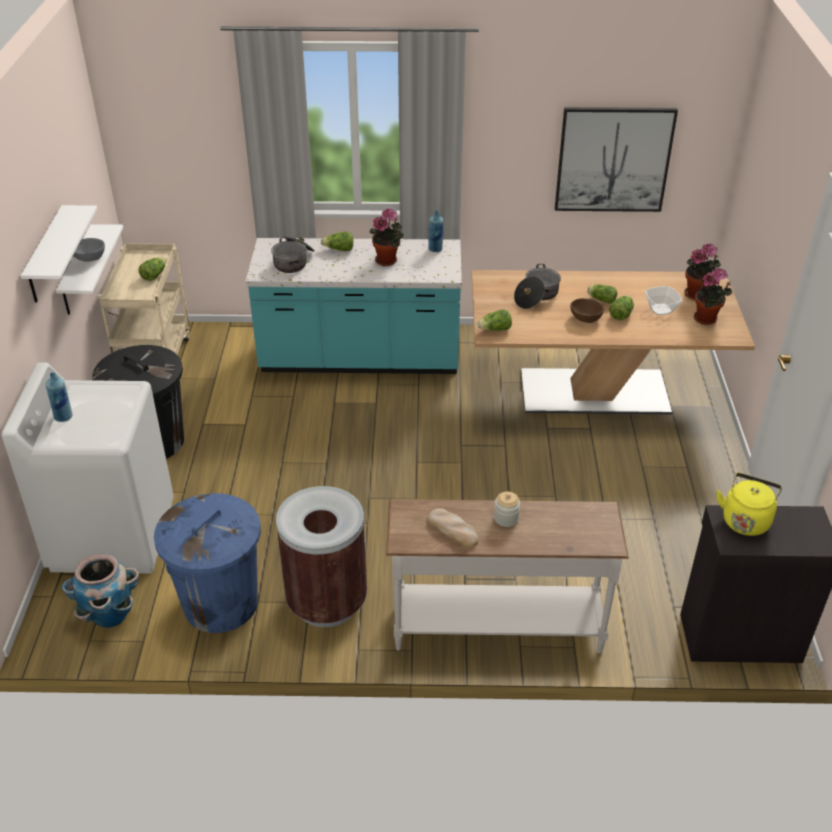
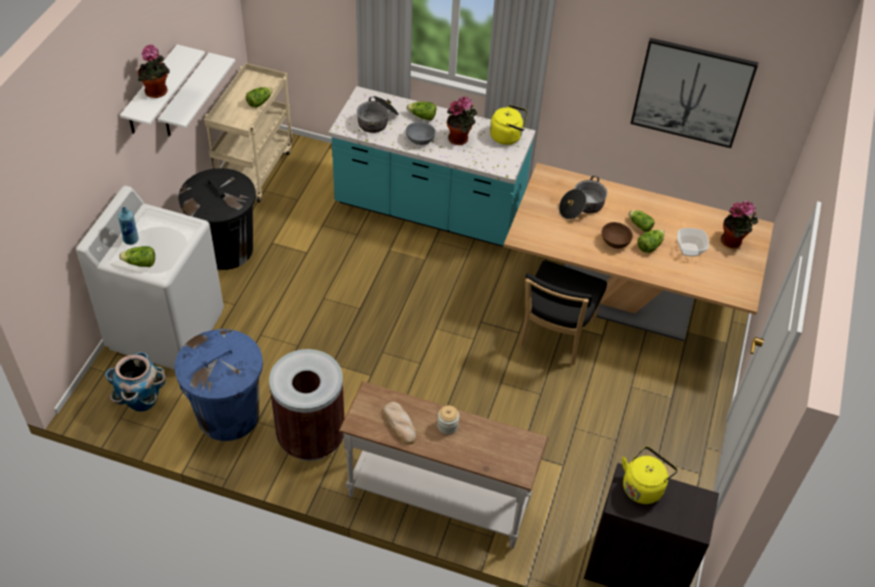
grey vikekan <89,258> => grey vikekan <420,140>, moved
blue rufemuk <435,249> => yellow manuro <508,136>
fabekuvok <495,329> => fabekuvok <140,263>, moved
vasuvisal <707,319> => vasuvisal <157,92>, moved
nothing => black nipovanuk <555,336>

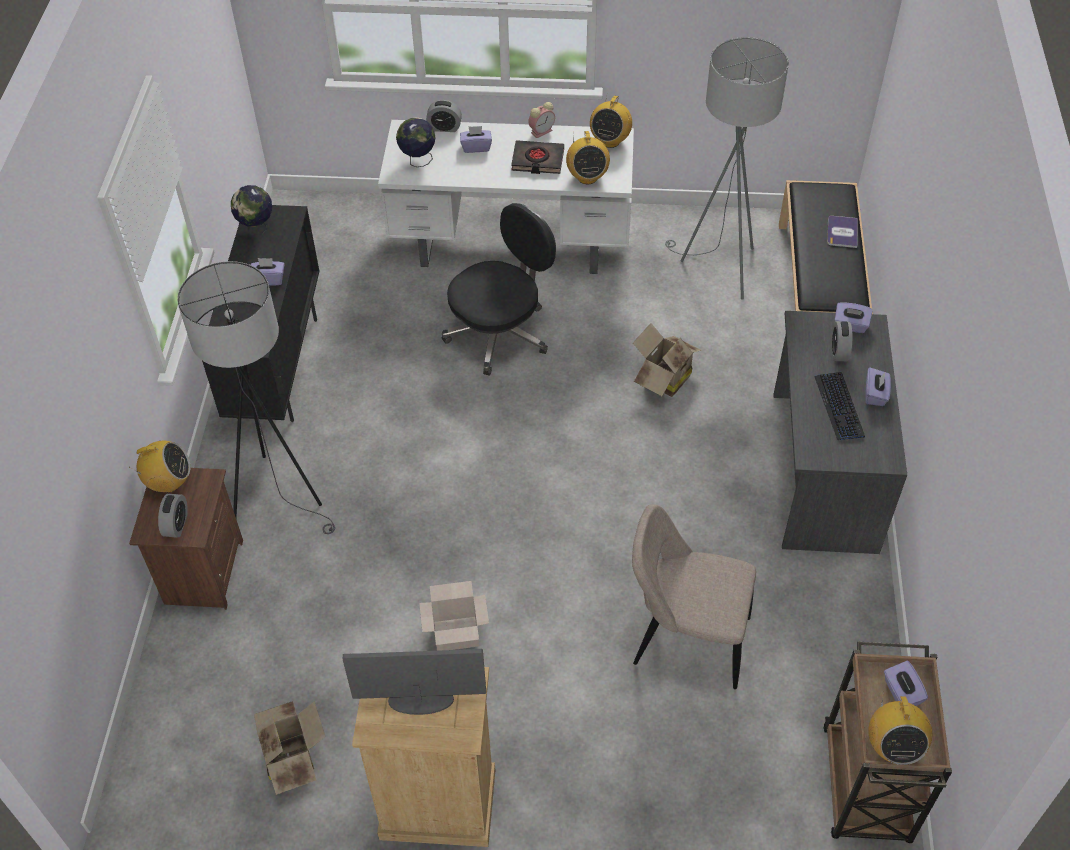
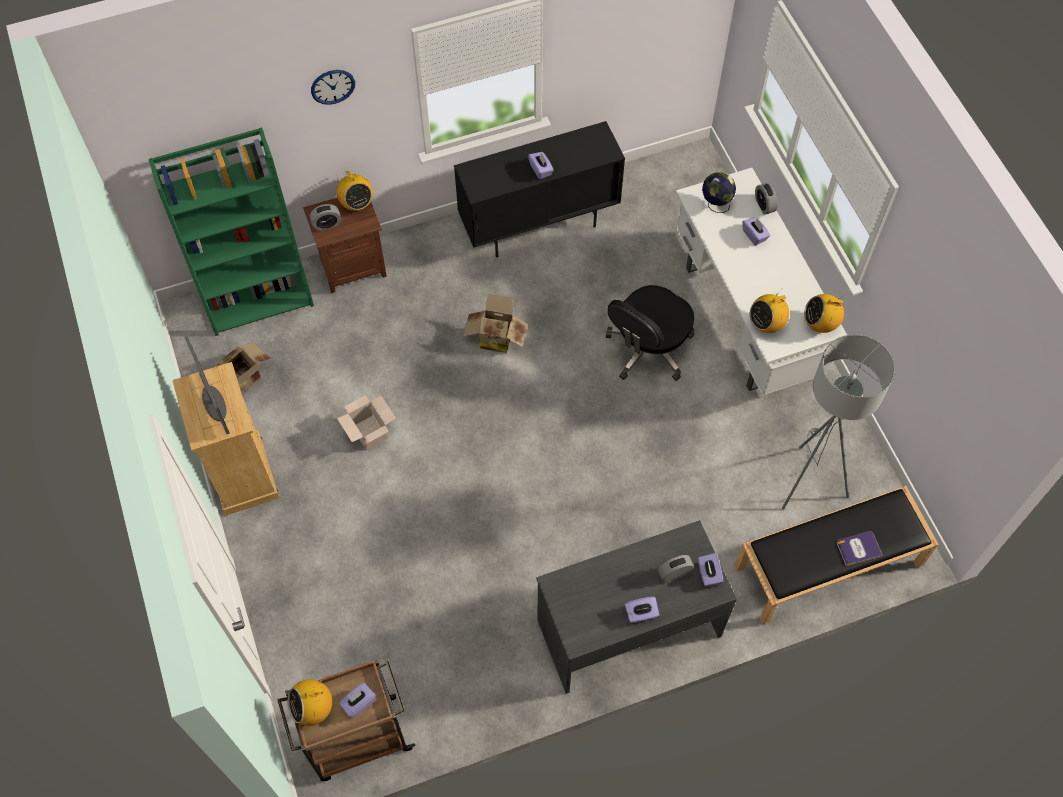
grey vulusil <280,495> => nothing
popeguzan <257,229> => nothing
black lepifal <500,333> => black lepifal <648,349>, 105 degrees clockwise
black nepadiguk <537,160> => nothing
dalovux <542,131> => nothing
beige nipovanuk <685,640> => nothing
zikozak <662,379> => zikozak <496,337>, moved
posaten <839,407> => nothing
nothing => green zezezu <259,298>
nothing => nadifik <332,86>

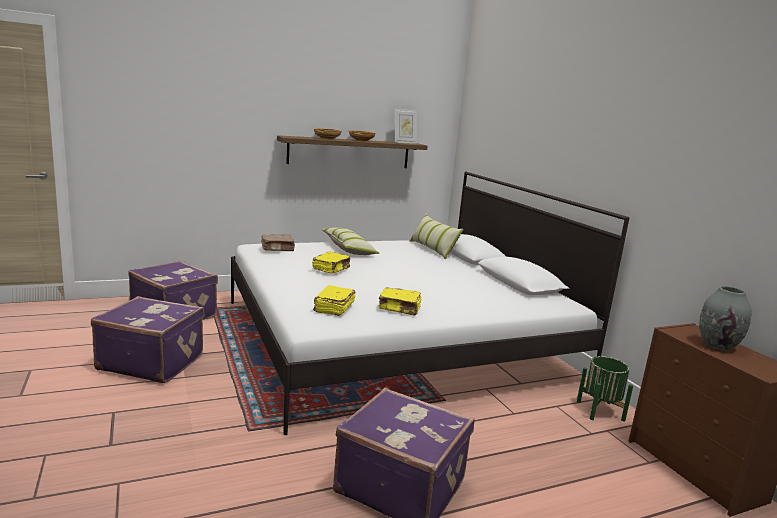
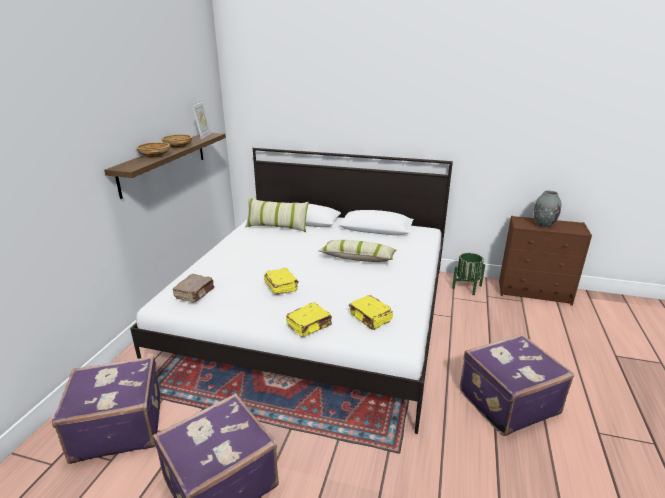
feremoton <348,249> => feremoton <357,258>, moved
yellow nepadiguk <400,309> => yellow nepadiguk <309,326>, moved

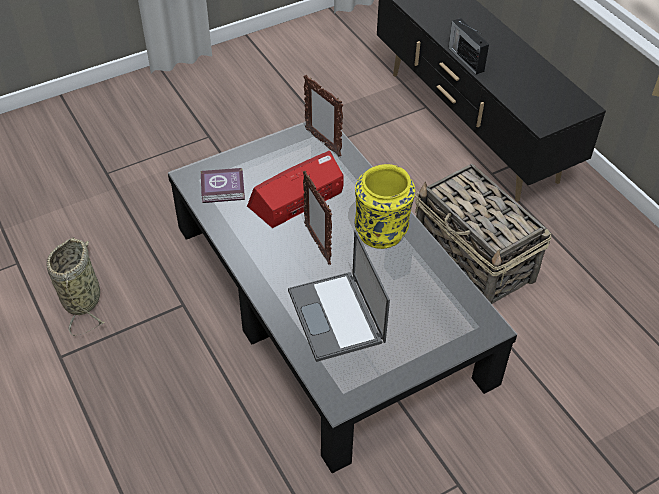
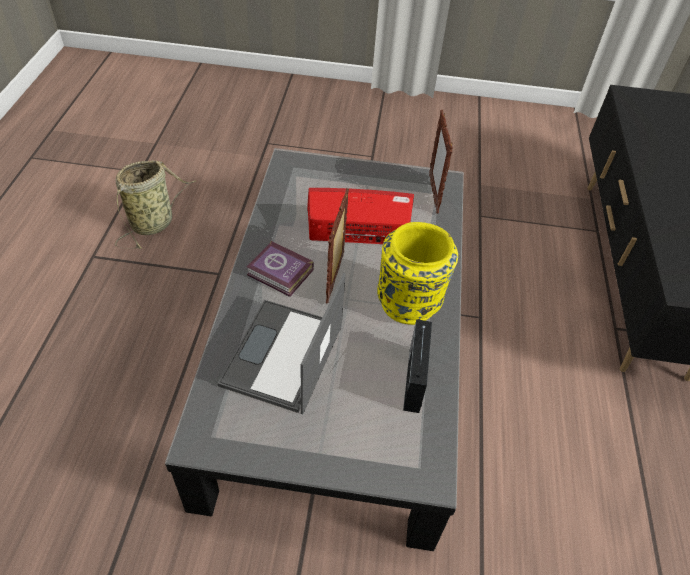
nepadiguk <224,189> => nepadiguk <281,274>, moved
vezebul <474,261> => nothing
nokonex <465,59> => nokonex <414,378>, moved

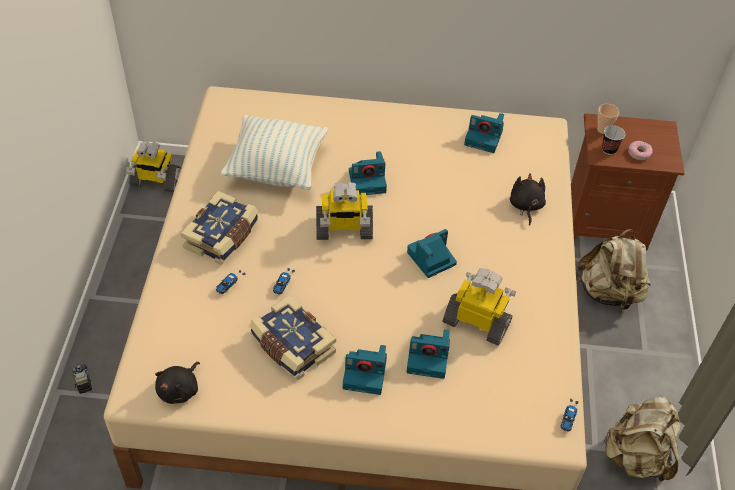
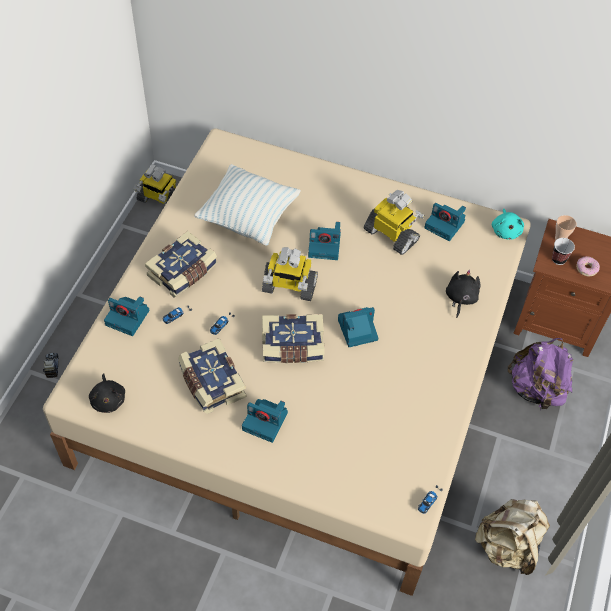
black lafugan <180,389> => black lafugan <108,399>, 60 degrees counterclockwise
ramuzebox <429,358> => ramuzebox <128,317>, moved
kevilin <477,322> => kevilin <392,235>, moved
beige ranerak <608,292> => purple ranerak <536,389>
nothing => nepadiguk <292,347>
nothing => turquoise lafugan <506,231>

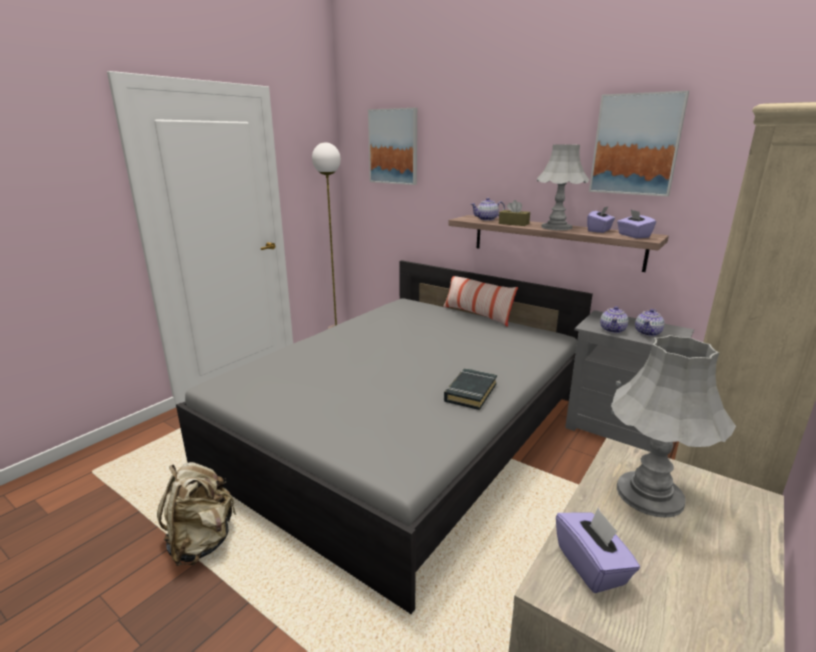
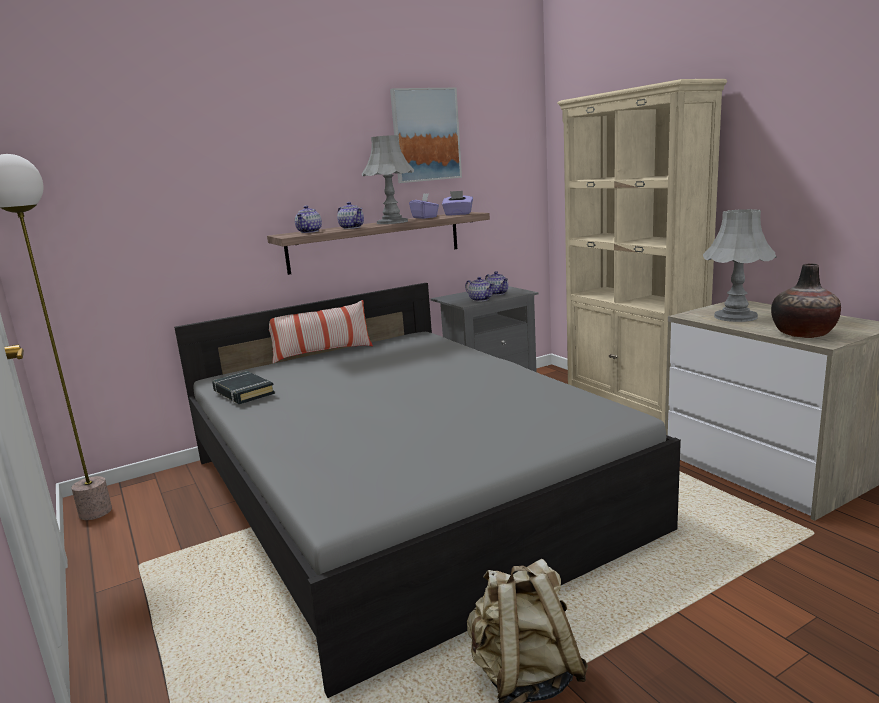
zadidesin <393,146> => nothing
black nepadiguk <470,392> => black nepadiguk <243,392>, moved
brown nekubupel <513,224> => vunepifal <351,227>
purple nekubupel <591,565> => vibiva <803,334>

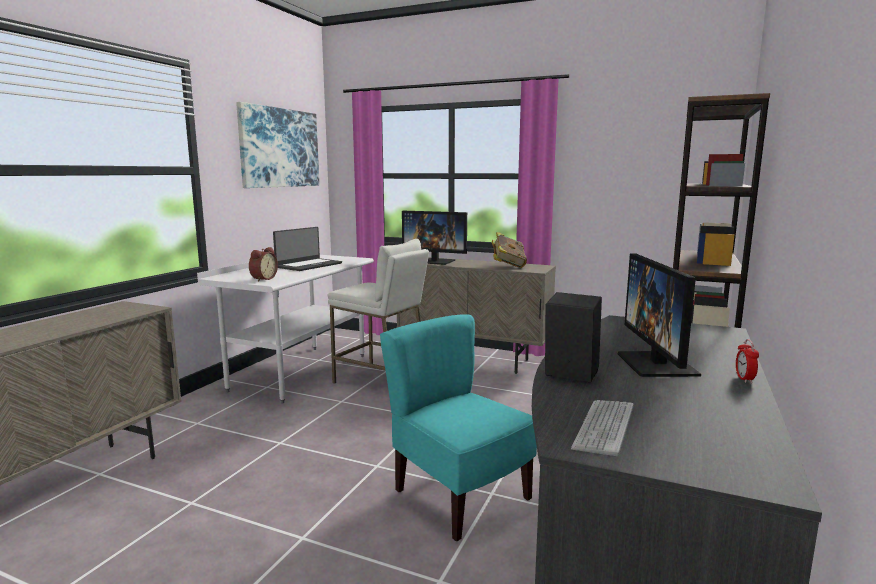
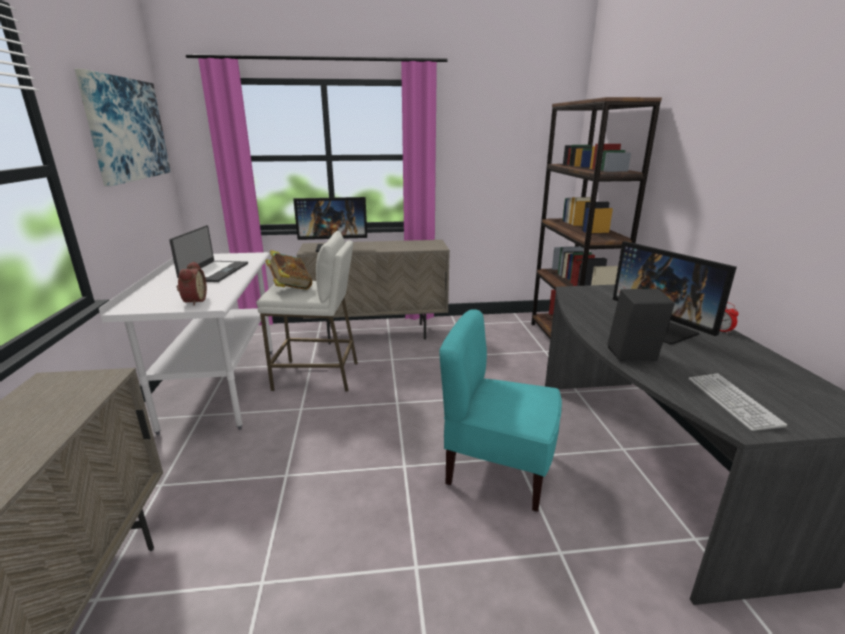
nepadiguk <508,266> => nepadiguk <290,287>, moved

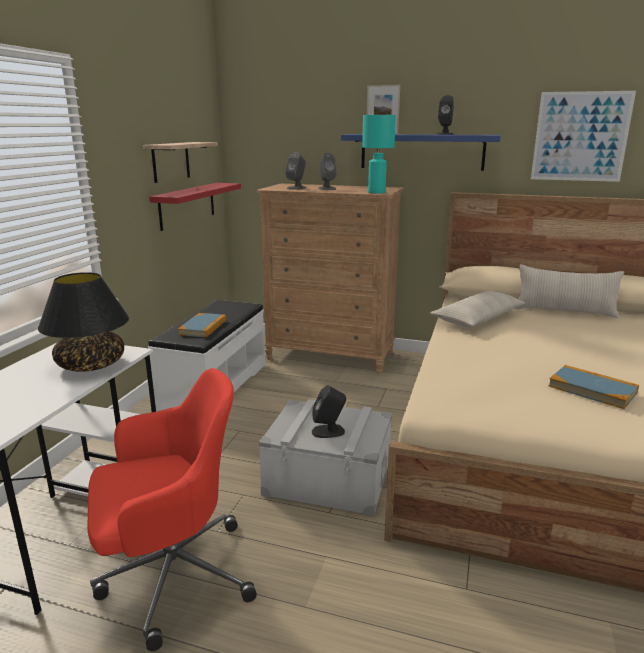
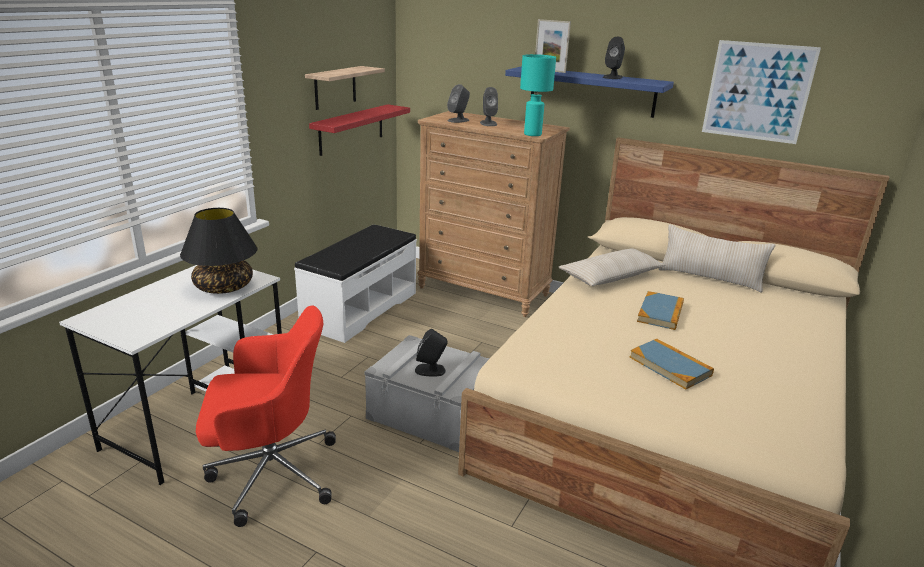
nepadiguk <203,327> => nepadiguk <660,313>, moved

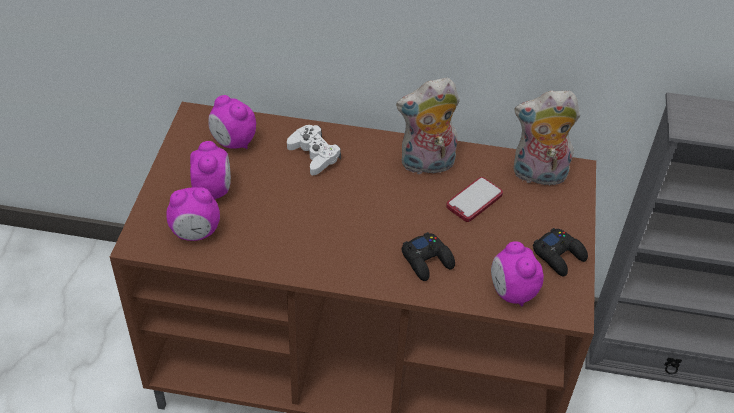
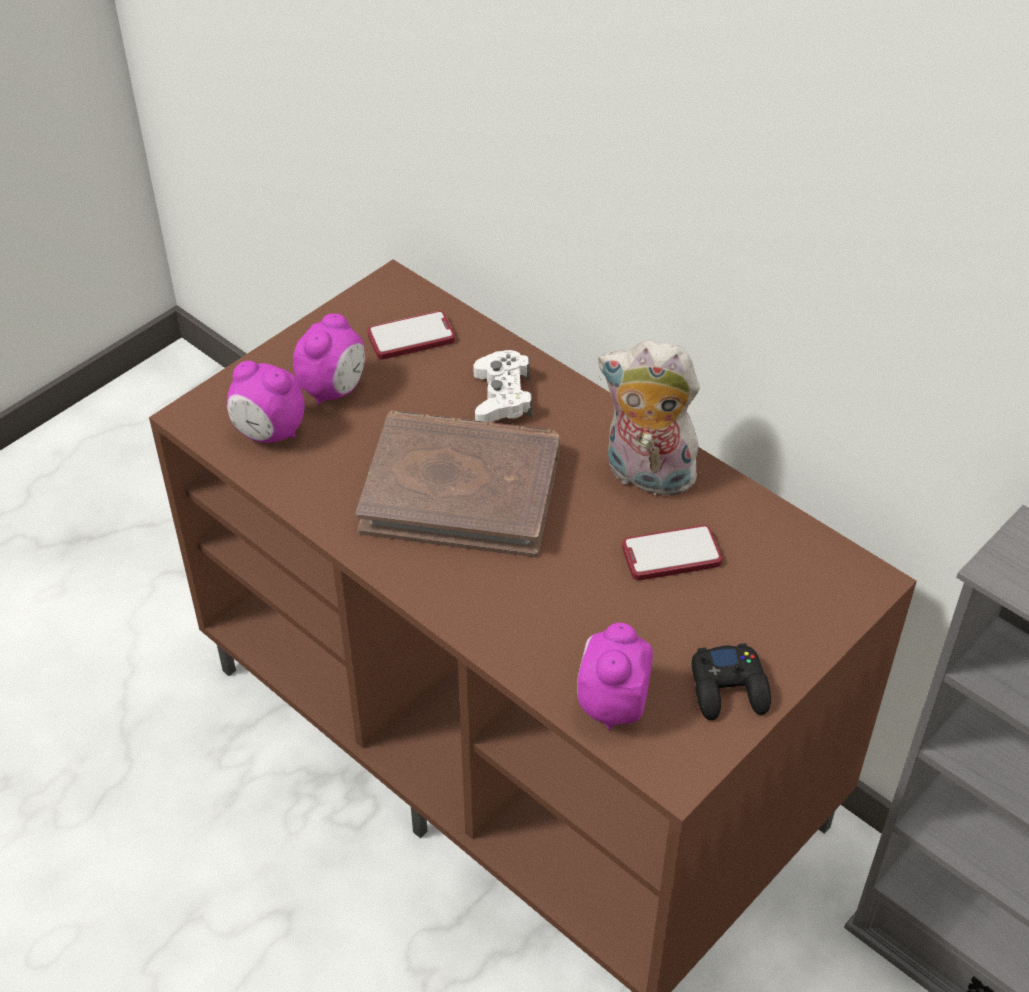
dalovux <233,142> => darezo <411,338>
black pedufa <427,260> => nothing
lafugan <538,175> => nothing
nothing => brown nepadiguk <461,489>

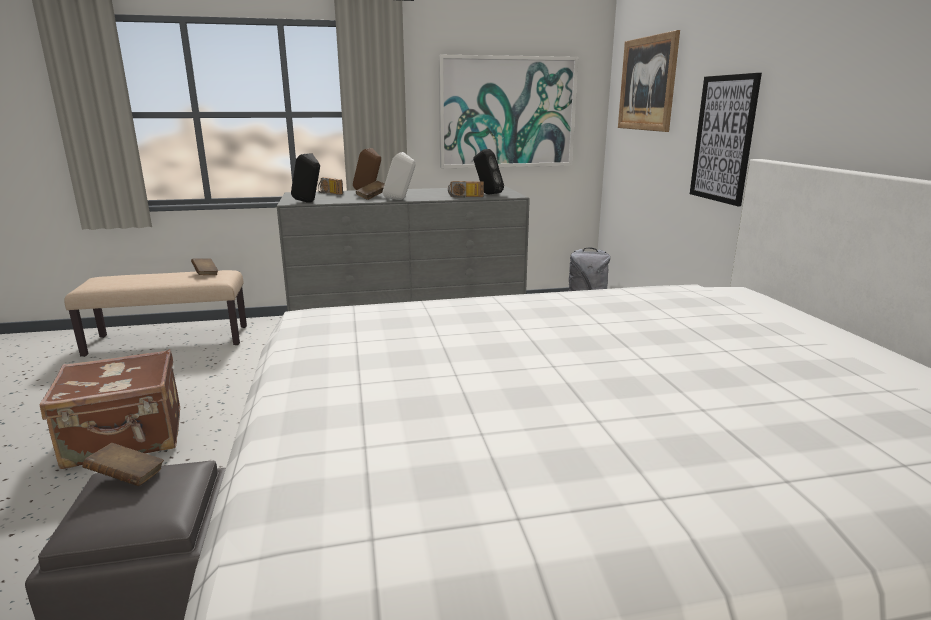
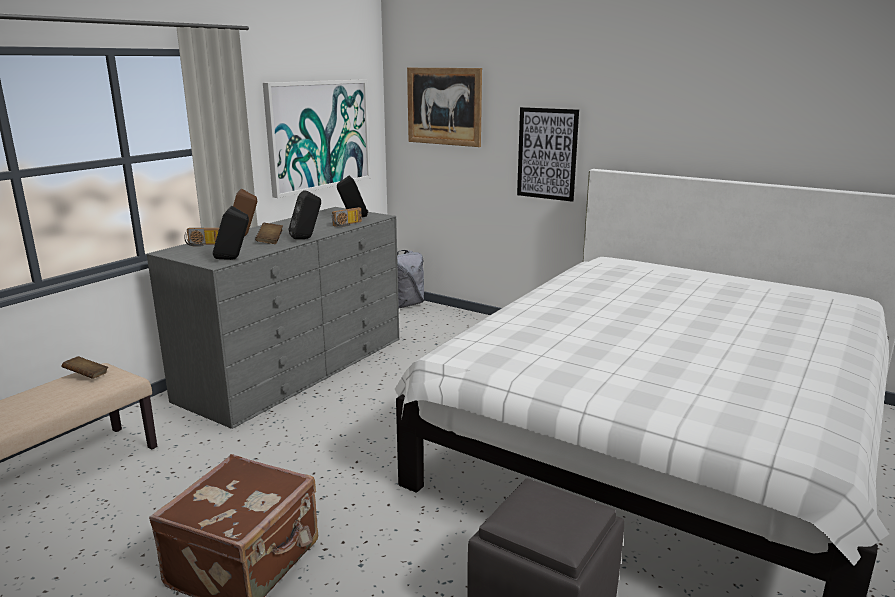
brown nepadiguk <127,478> => nothing
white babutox <400,200> => black babutox <307,238>

